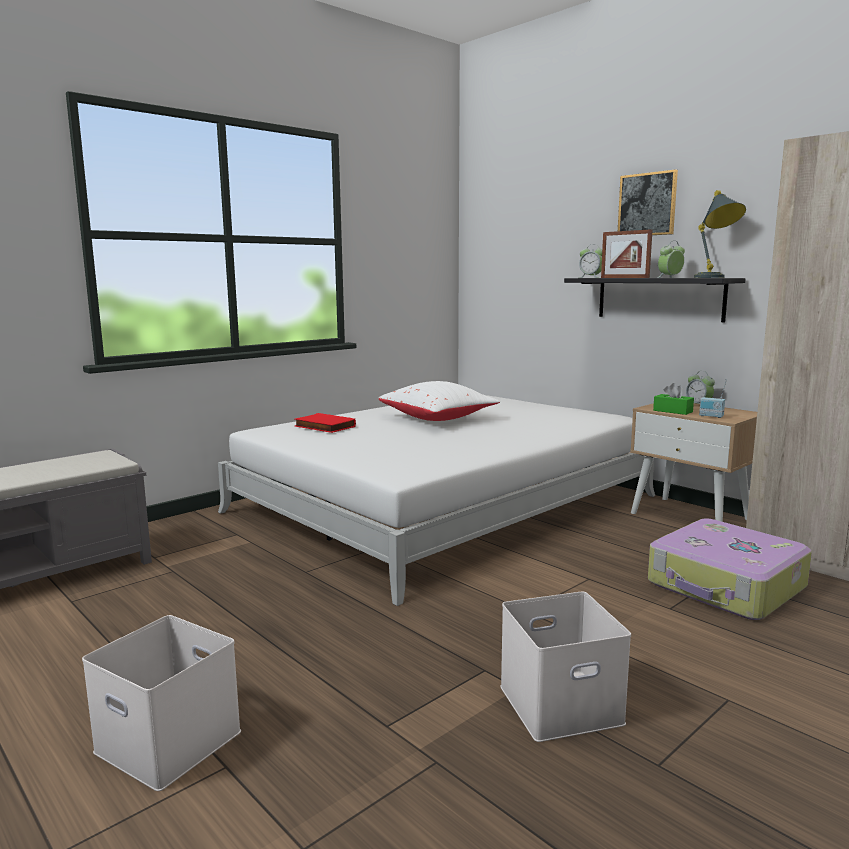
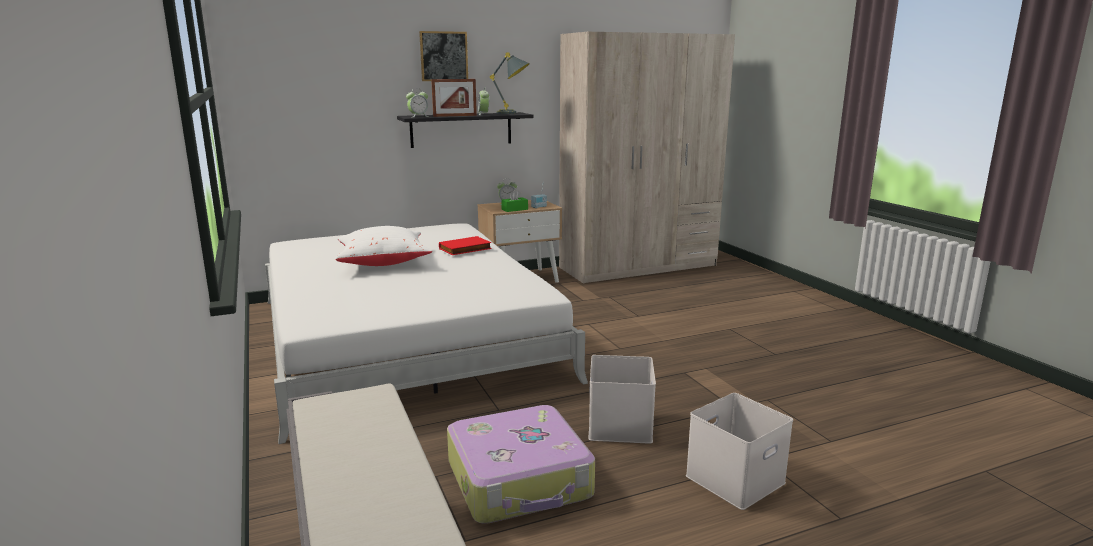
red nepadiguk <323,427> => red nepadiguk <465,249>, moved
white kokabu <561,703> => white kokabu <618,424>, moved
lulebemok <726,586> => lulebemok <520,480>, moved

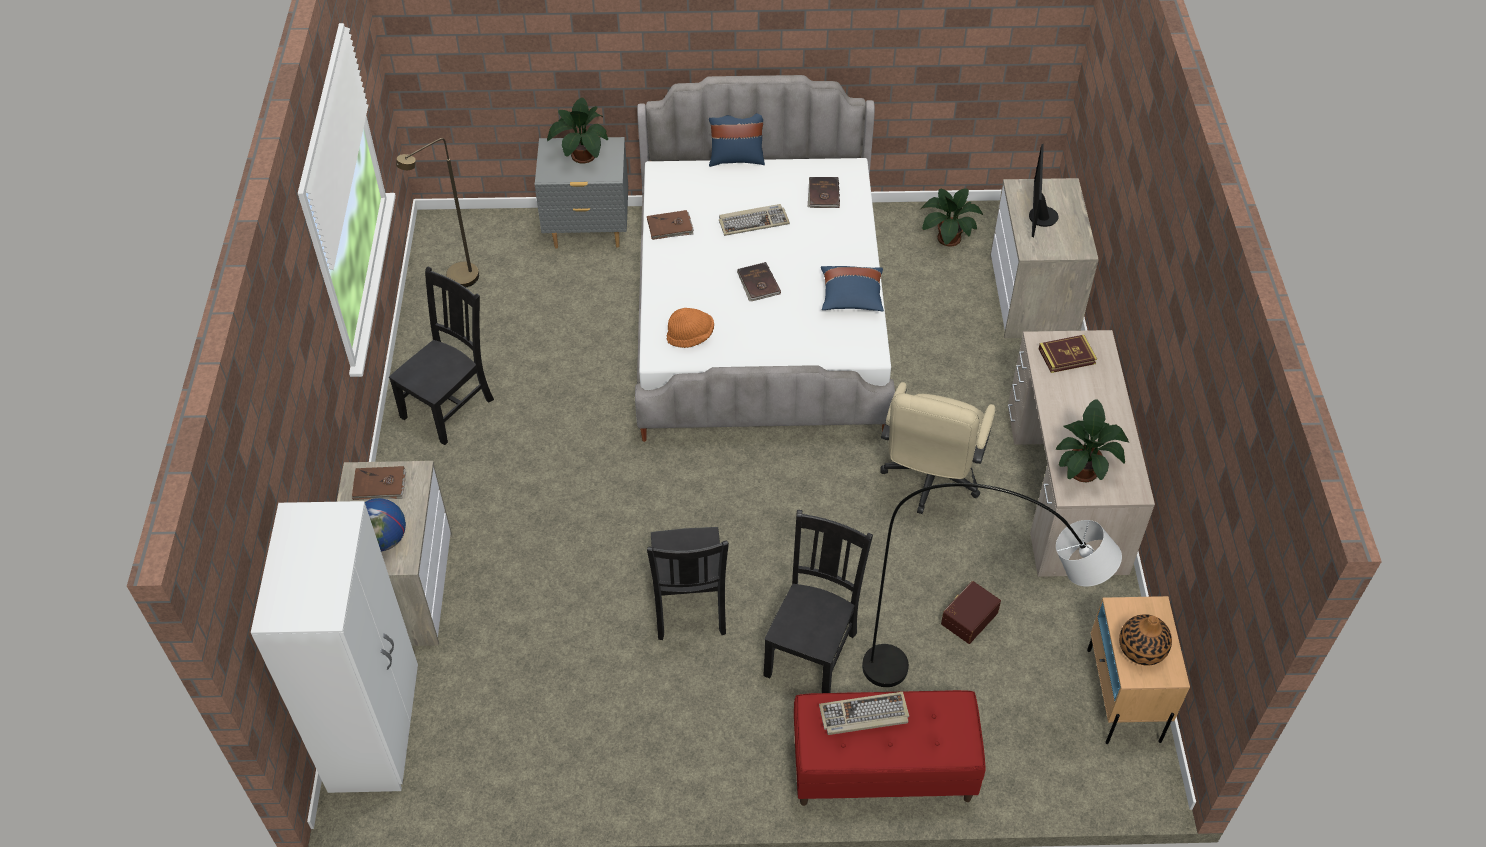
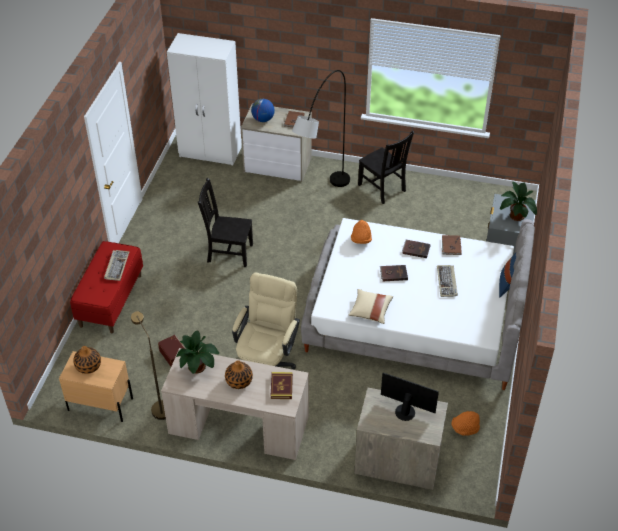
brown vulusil <456,282> => brown vulusil <159,406>, moved
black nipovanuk <812,651> => nothing
brown nepadiguk <823,194> => brown nepadiguk <416,249>, moved
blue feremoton <851,297> => beige feremoton <370,311>
grey vulusil <971,685> => grey vulusil <321,203>, moved
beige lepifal <929,480> => beige lepifal <267,363>, 75 degrees clockwise
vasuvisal <947,238> => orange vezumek <464,428>
nothing => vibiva <239,381>

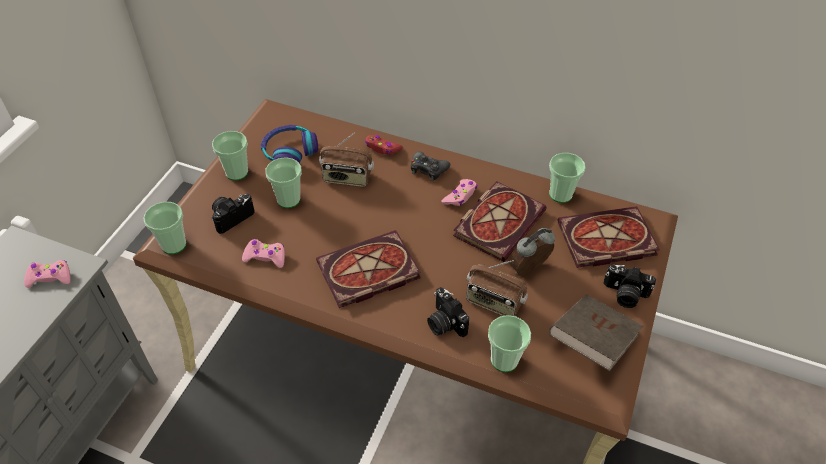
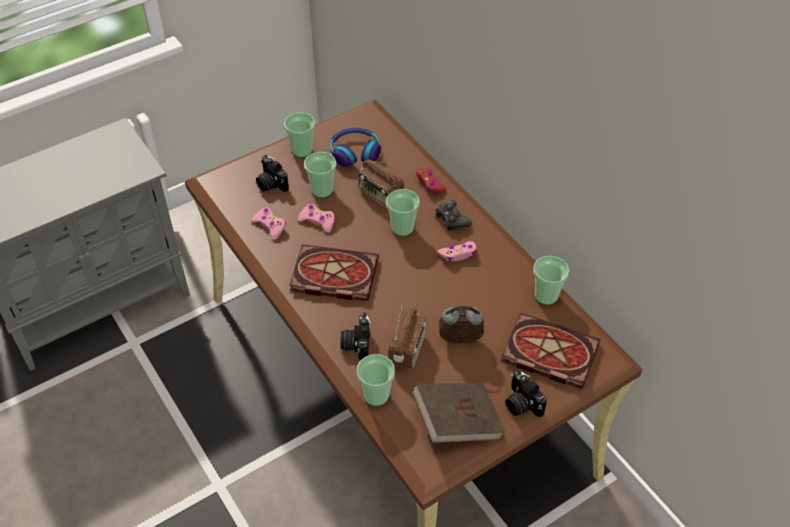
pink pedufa <50,277> => pink pedufa <318,221>, moved
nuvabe <174,244> => nuvabe <402,228>, moved
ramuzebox <231,217> => ramuzebox <270,183>, 120 degrees counterclockwise
nepadiguk <499,221> => nothing
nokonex <493,302> => nokonex <407,350>, 135 degrees counterclockwise

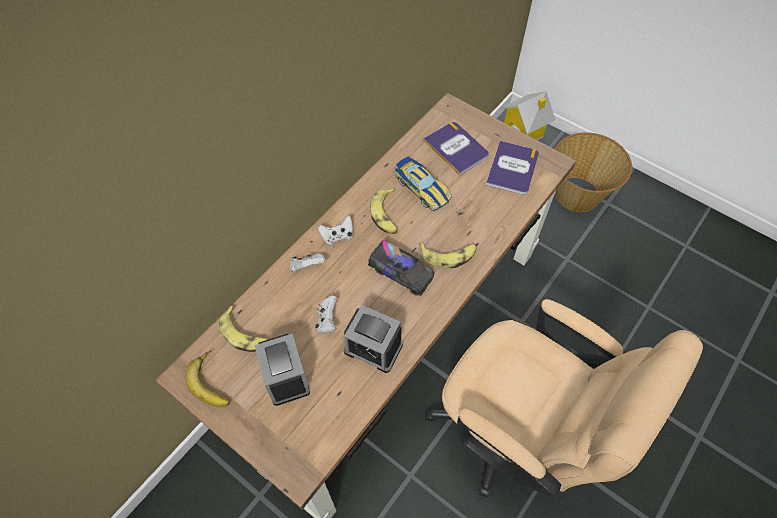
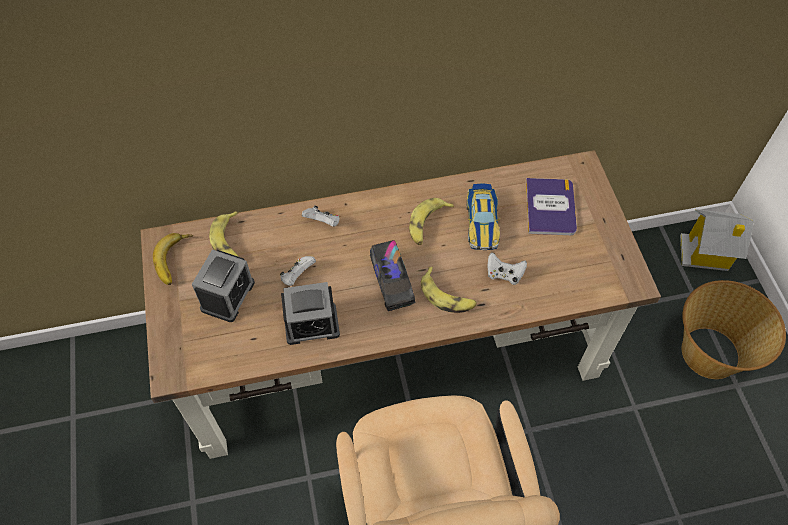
white pedufa <337,236> => white pedufa <504,274>, moved
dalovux <373,348> => dalovux <311,324>, 75 degrees counterclockwise
nepadiguk <512,168> => nothing

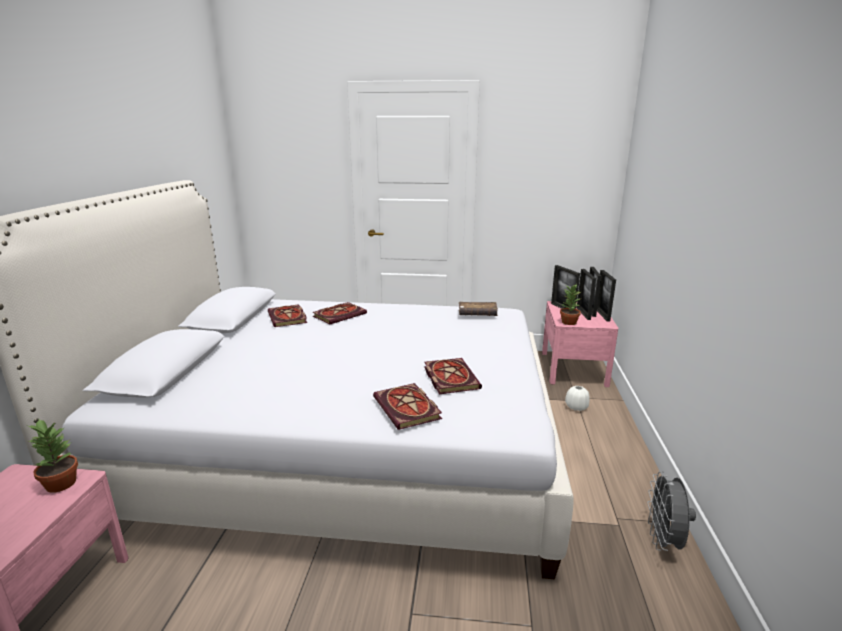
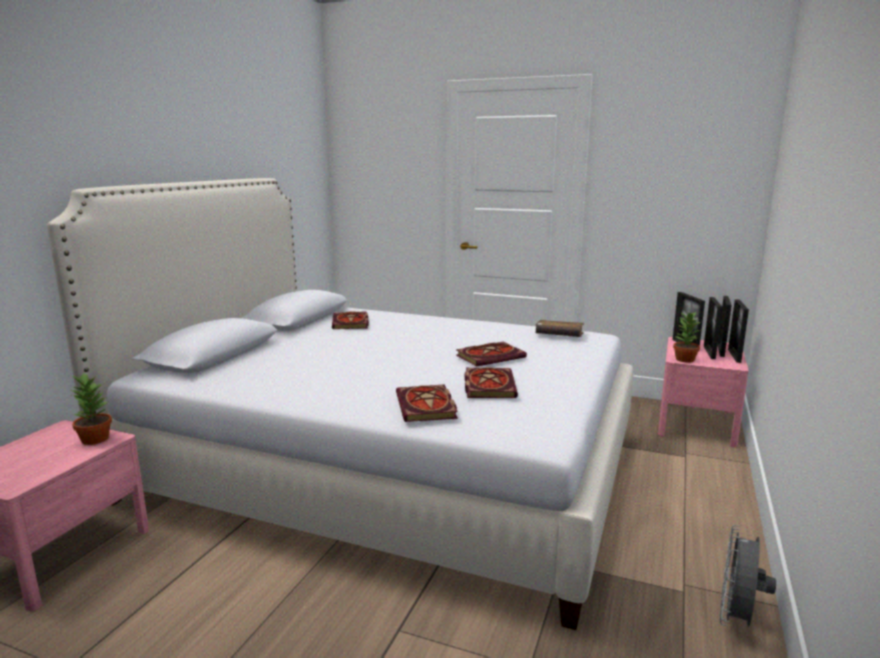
nepadiguk <340,315> => nepadiguk <491,356>, moved
white vibiva <576,407> => nothing

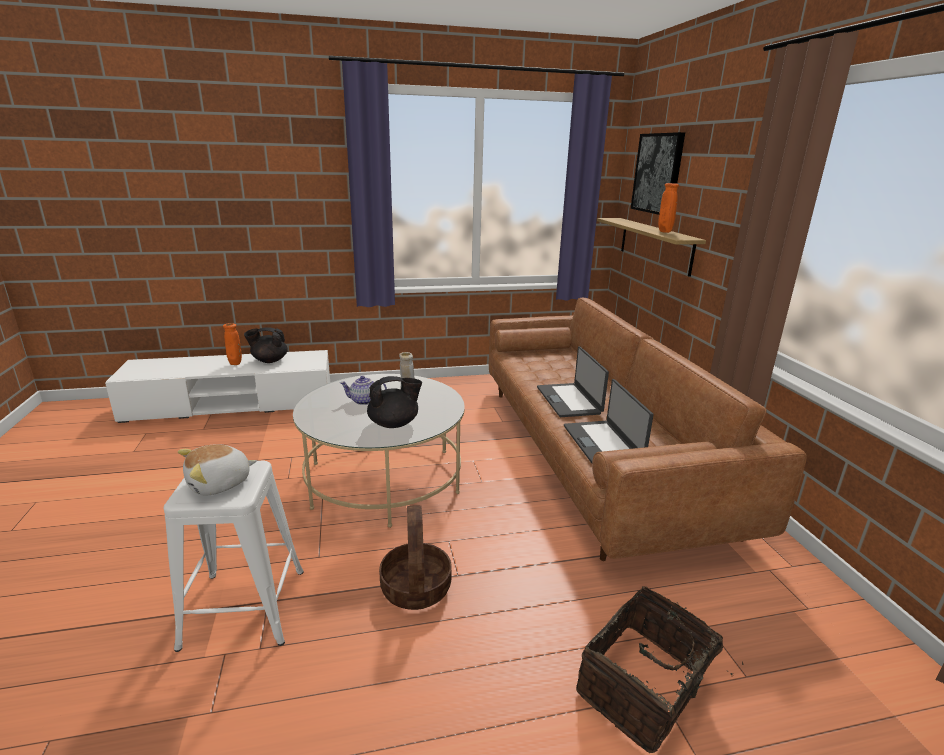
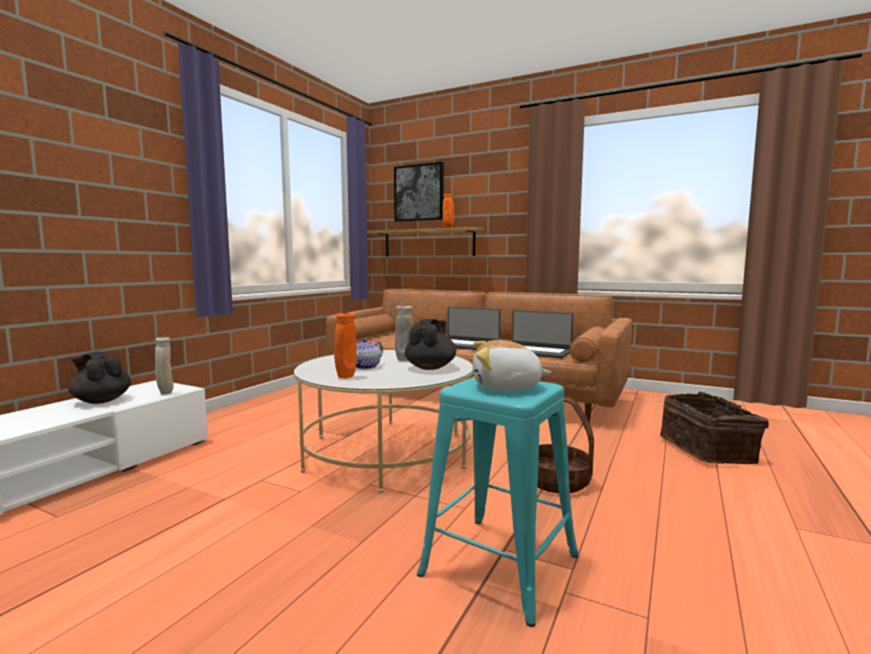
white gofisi <244,607> => turquoise gofisi <499,564>
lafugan <220,484> => lafugan <506,387>, 90 degrees clockwise
orange vibiva <235,364> => orange vibiva <346,377>, moved
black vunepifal <269,360> => black vunepifal <101,400>, 90 degrees clockwise
nothing => beige vibiva <165,393>

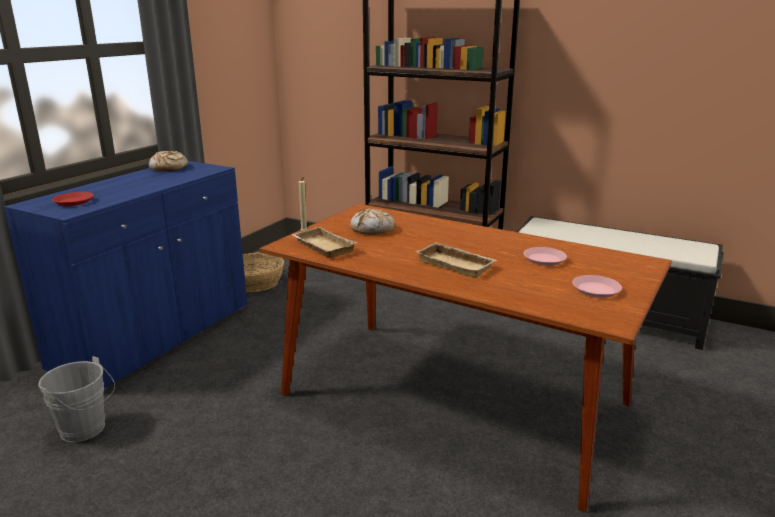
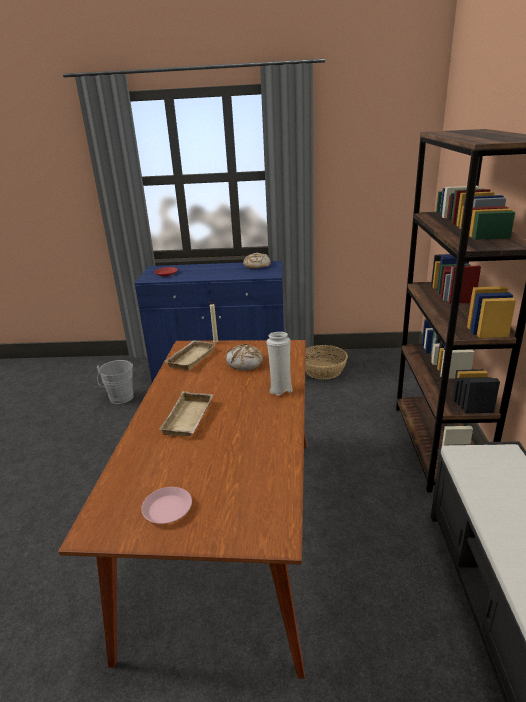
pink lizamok <544,259> => nothing
nothing => white vibiva <280,389>

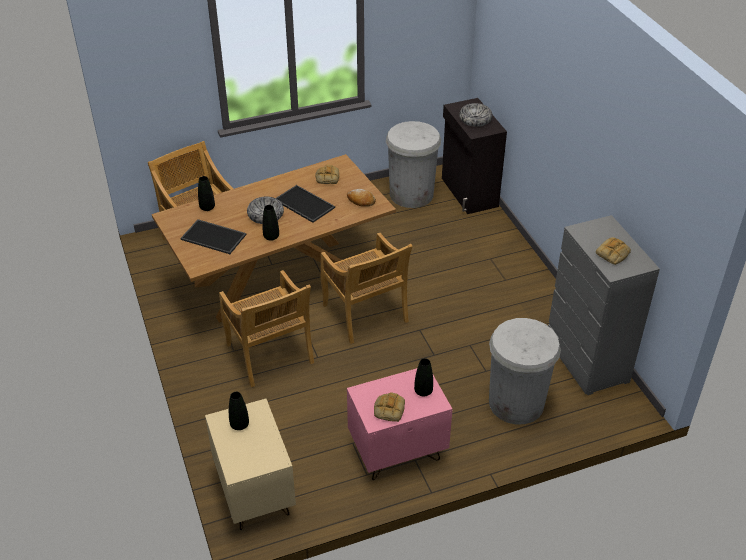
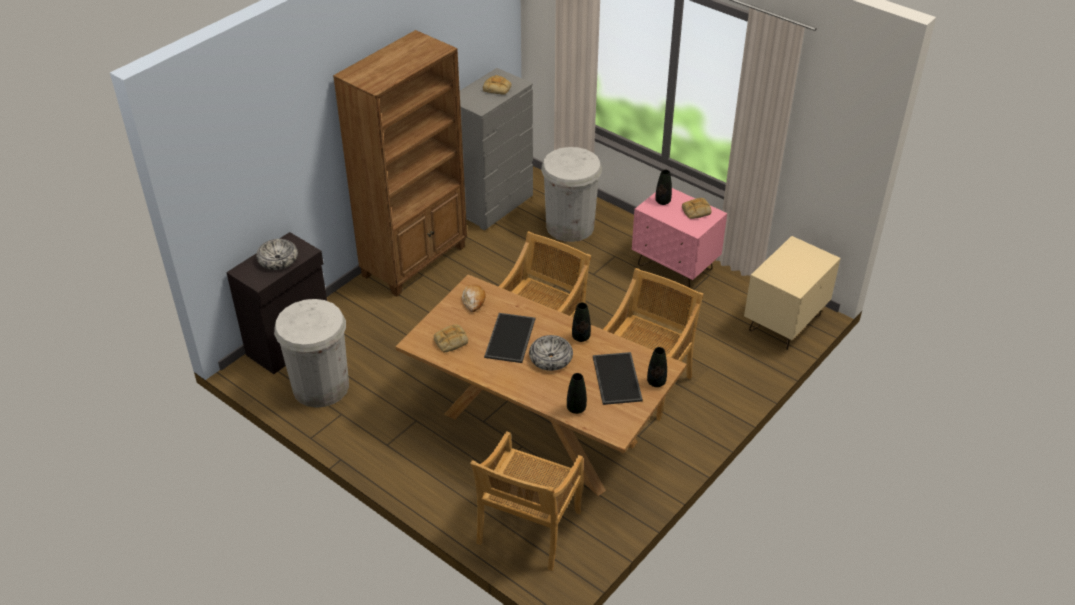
black vibiva <239,425> => black vibiva <656,382>, moved
nothing => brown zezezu <415,261>

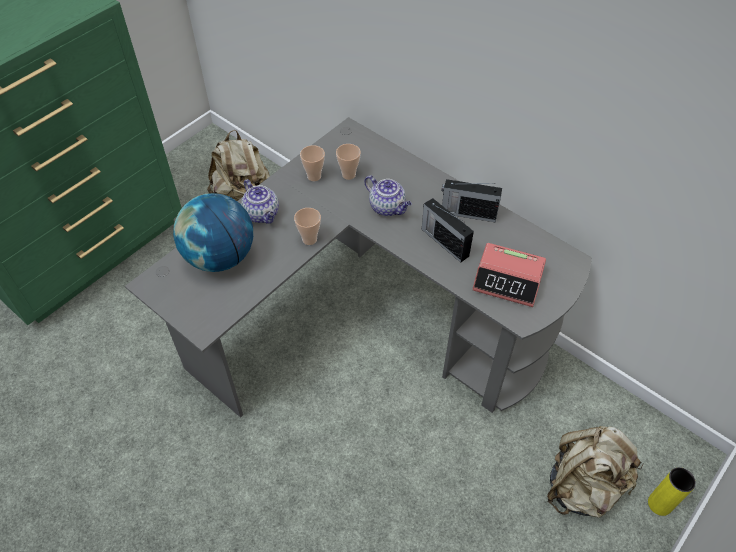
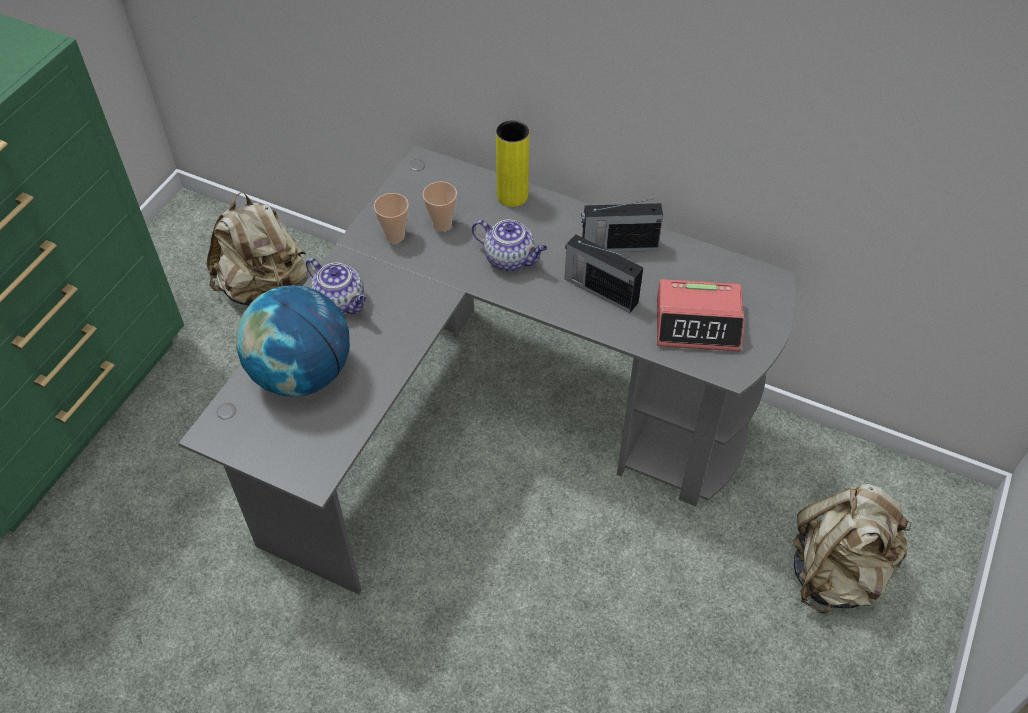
nuvabe <309,239> => nothing
yellow vibiva <659,504> => yellow vibiva <512,196>, moved

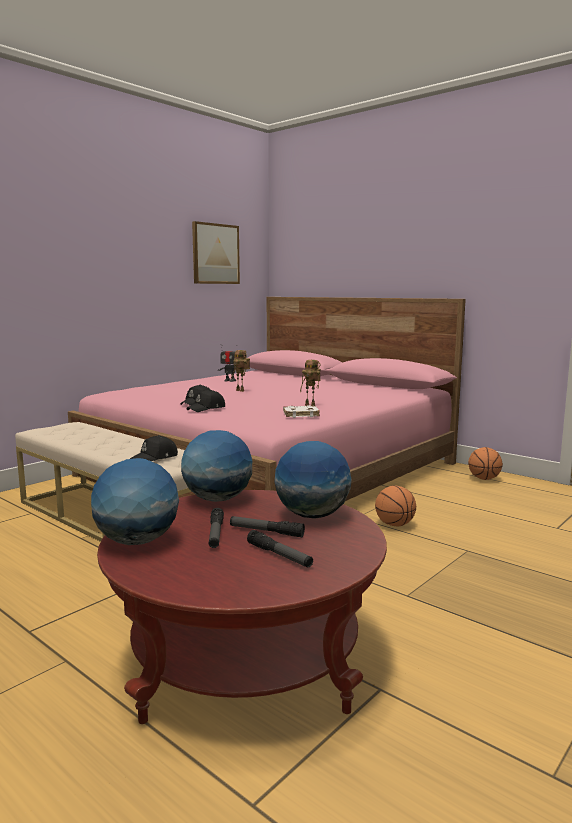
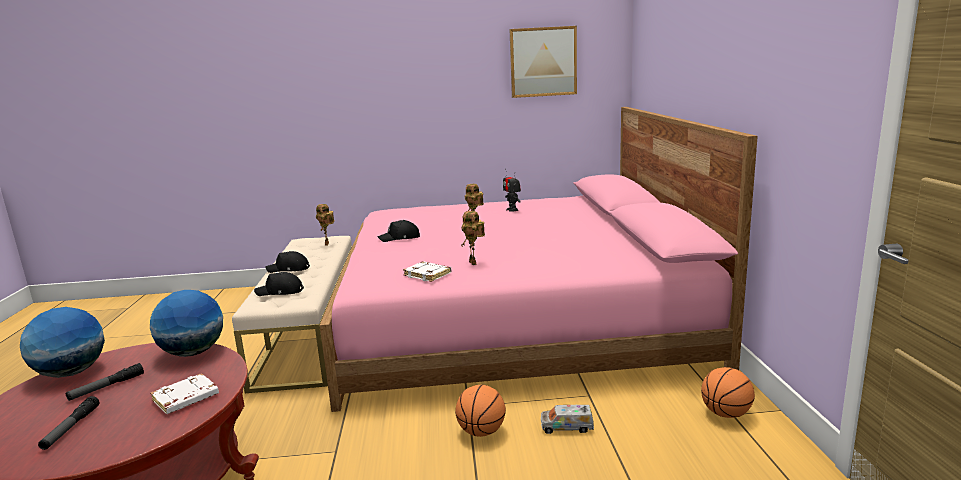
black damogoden <207,408> => black damogoden <288,269>, moved
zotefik <266,531> => nothing
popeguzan <312,515> => white nepadiguk <185,398>
nothing => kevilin <328,244>
nothing => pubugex <566,427>

